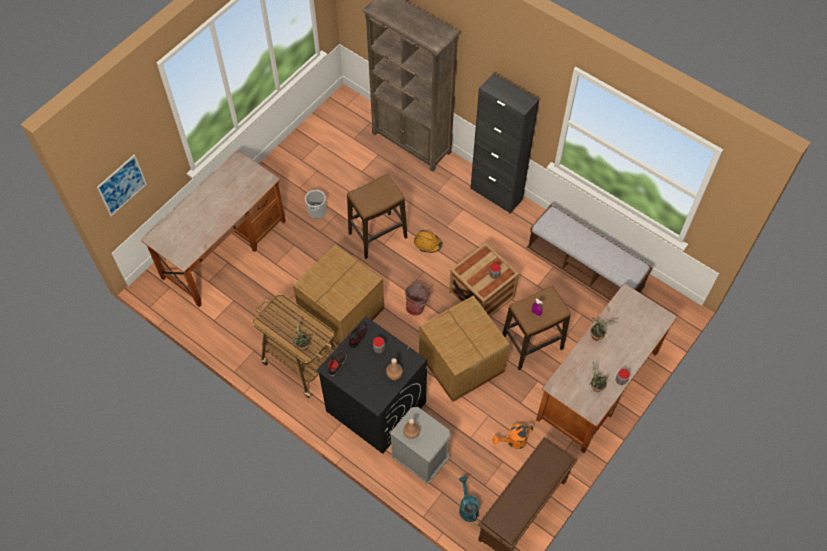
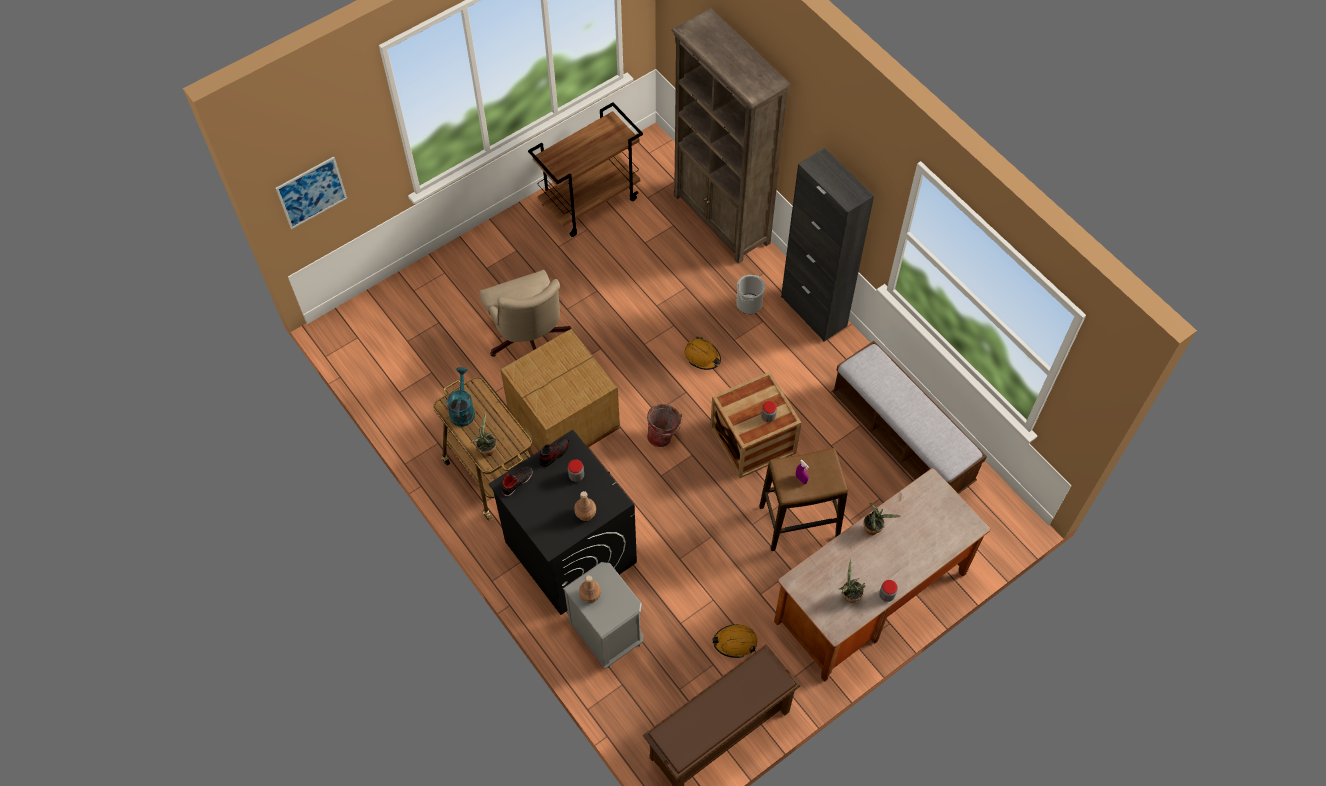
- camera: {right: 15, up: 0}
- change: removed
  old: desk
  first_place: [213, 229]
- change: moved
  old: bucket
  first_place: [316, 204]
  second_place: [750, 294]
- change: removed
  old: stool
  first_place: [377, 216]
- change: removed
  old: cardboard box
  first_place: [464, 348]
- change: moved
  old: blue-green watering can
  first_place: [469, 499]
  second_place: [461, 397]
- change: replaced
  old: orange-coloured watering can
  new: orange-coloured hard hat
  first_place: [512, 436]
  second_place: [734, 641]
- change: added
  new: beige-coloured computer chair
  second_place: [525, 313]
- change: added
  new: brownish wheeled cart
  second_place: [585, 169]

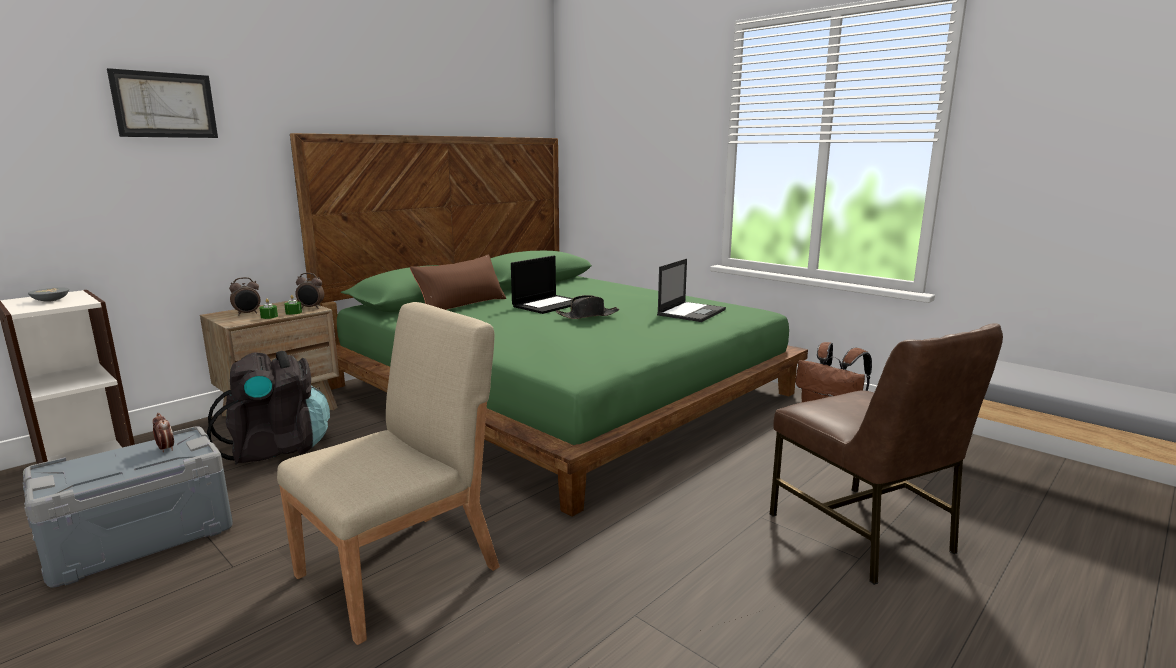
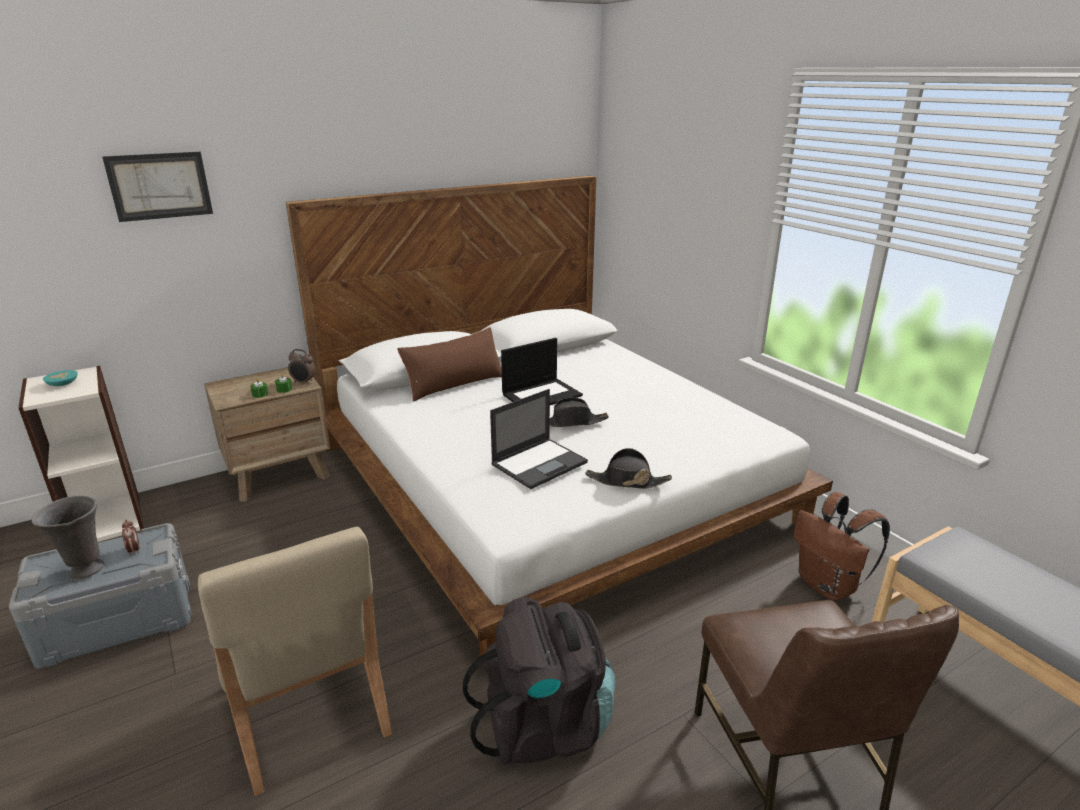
- camera: {right: 15, up: 10}
- change: recoloured
  old: greyish serving bowl
  new: blue-green serving bowl
  first_place: [48, 294]
  second_place: [60, 378]
- change: moved
  old: black-coloured rucksack
  first_place: [268, 408]
  second_place: [539, 681]
- change: removed
  old: alarm clock
  first_place: [244, 296]
- change: turned
  old: beige-coloured plain chair
  first_place: [388, 473]
  second_place: [295, 661]
  degrees: 90
- change: recoloured
  old: green sleeping bed
  new: white sleeping bed
  first_place: [549, 325]
  second_place: [559, 421]
- change: moved
  old: laptop
  first_place: [691, 290]
  second_place: [539, 439]
- change: added
  new: greyish vase
  second_place: [67, 537]
- change: added
  new: black-coloured wearable hat
  second_place: [629, 468]

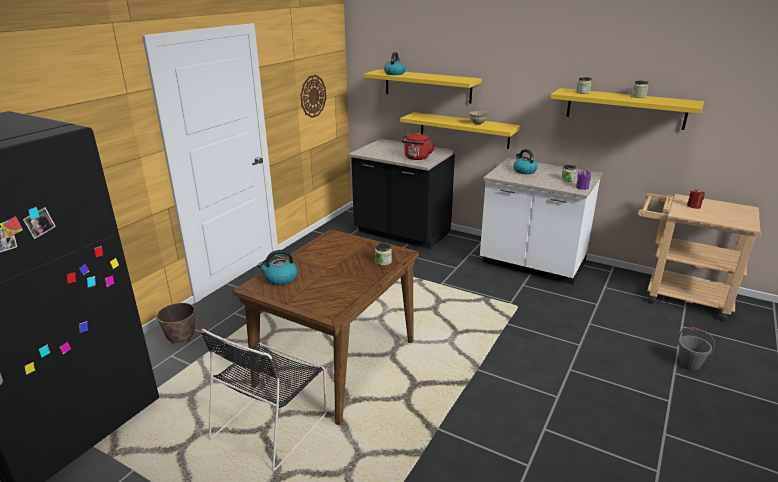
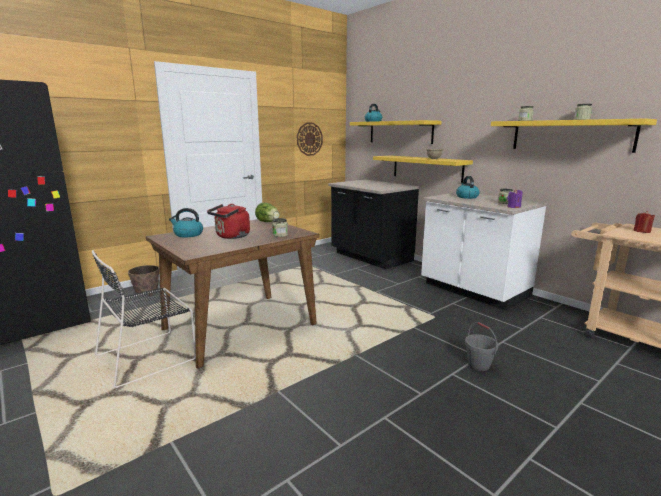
- camera: {right: 20, up: -10}
- change: moved
  old: red tea kettle
  first_place: [418, 146]
  second_place: [228, 221]
- change: moved
  old: greyish bucket
  first_place: [696, 349]
  second_place: [481, 346]
- change: added
  new: head of lettuce
  second_place: [267, 212]

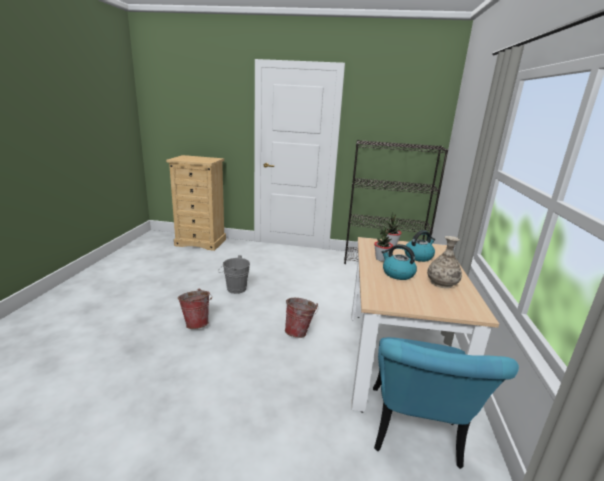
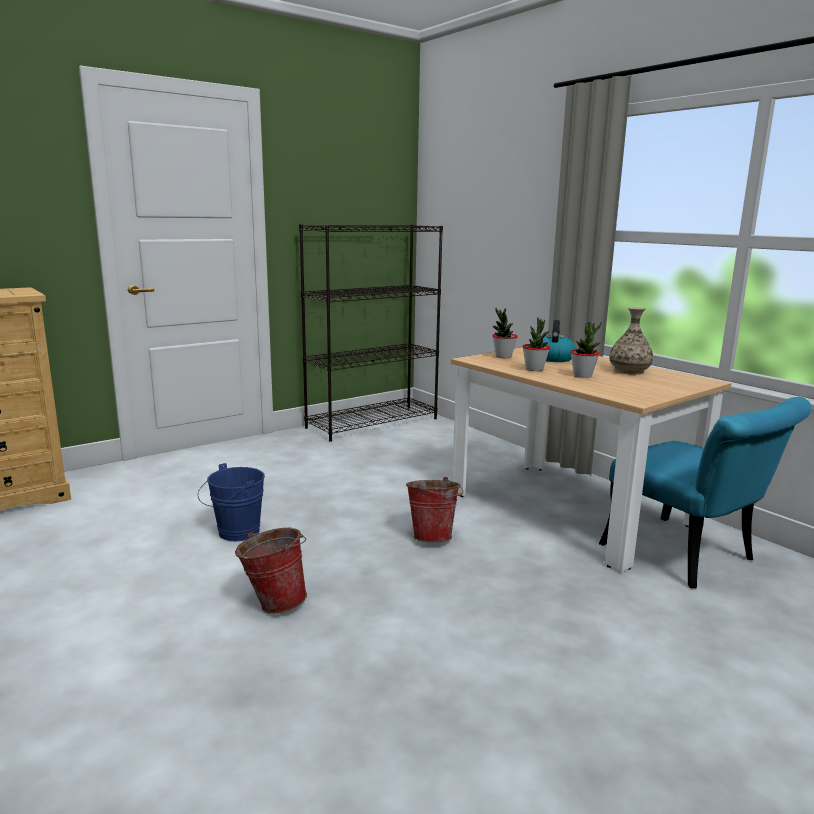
- camera: {right: -45, up: -5}
- change: recoloured
  old: greyish bucket
  new: blue-coloured bucket
  first_place: [234, 274]
  second_place: [231, 502]
- change: replaced
  old: tea kettle
  new: houseplant
  first_place: [399, 262]
  second_place: [586, 350]

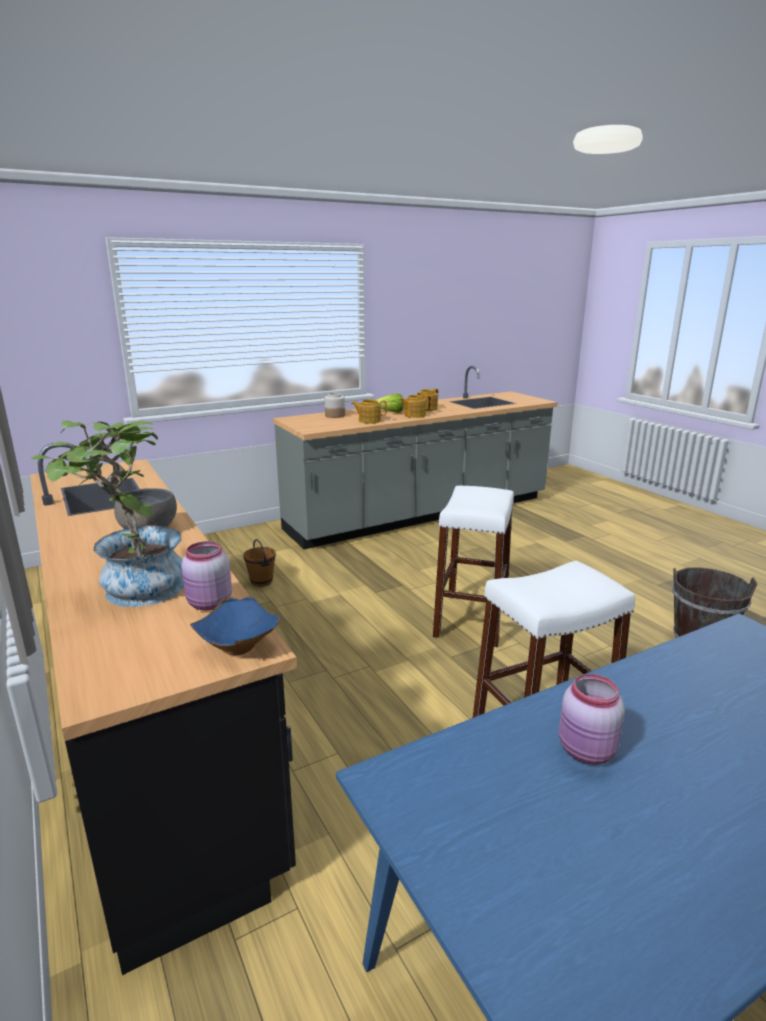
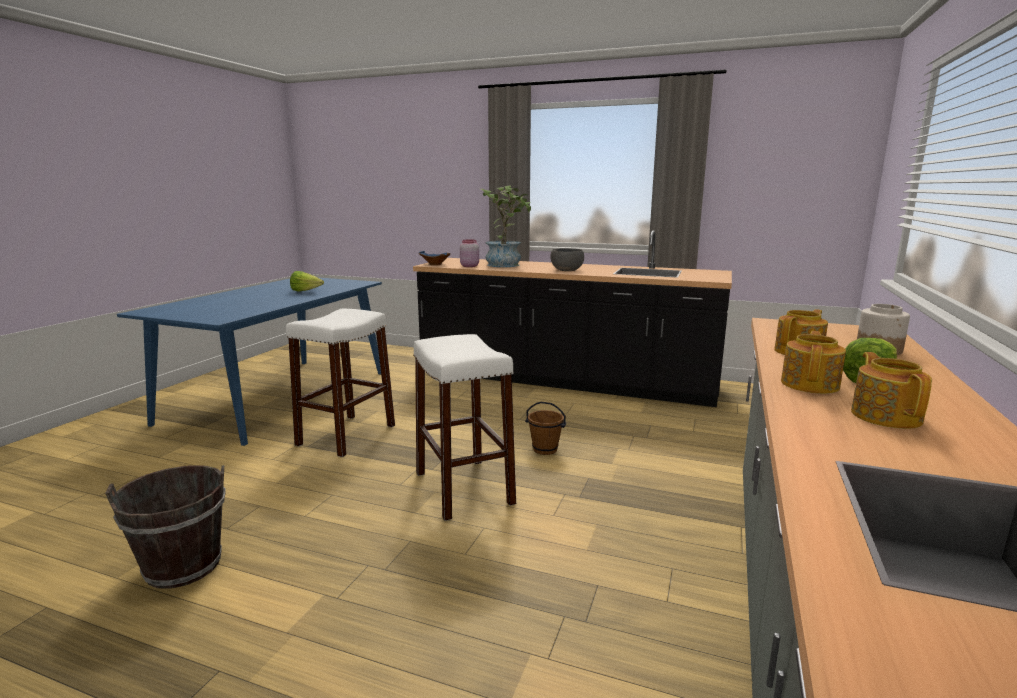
- camera: {right: 140, up: -5}
- change: moved
  old: brownish bucket
  first_place: [259, 563]
  second_place: [545, 428]
- change: replaced
  old: pink storage jar
  new: head of lettuce
  first_place: [592, 719]
  second_place: [307, 281]

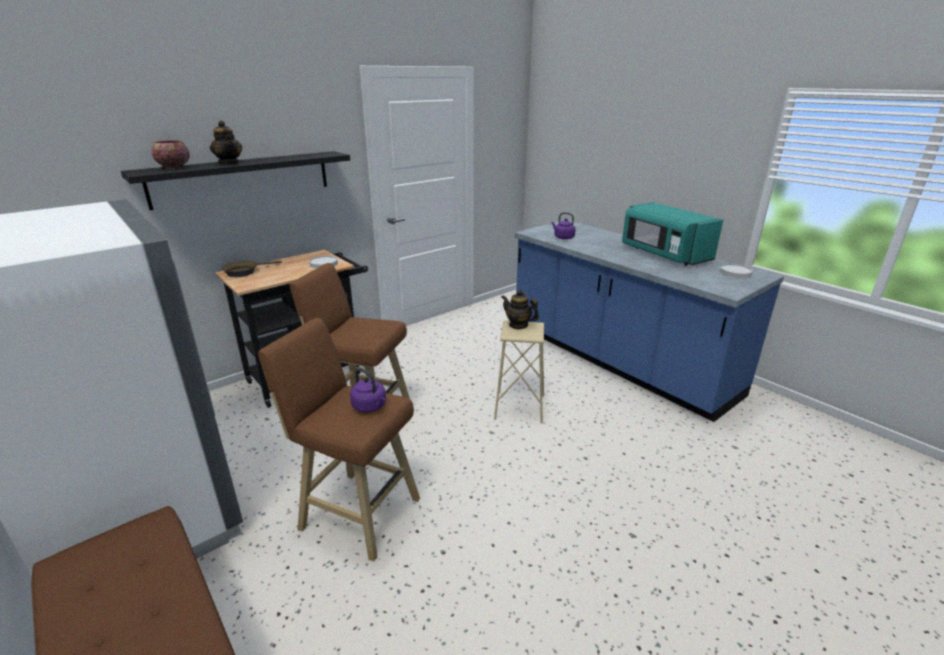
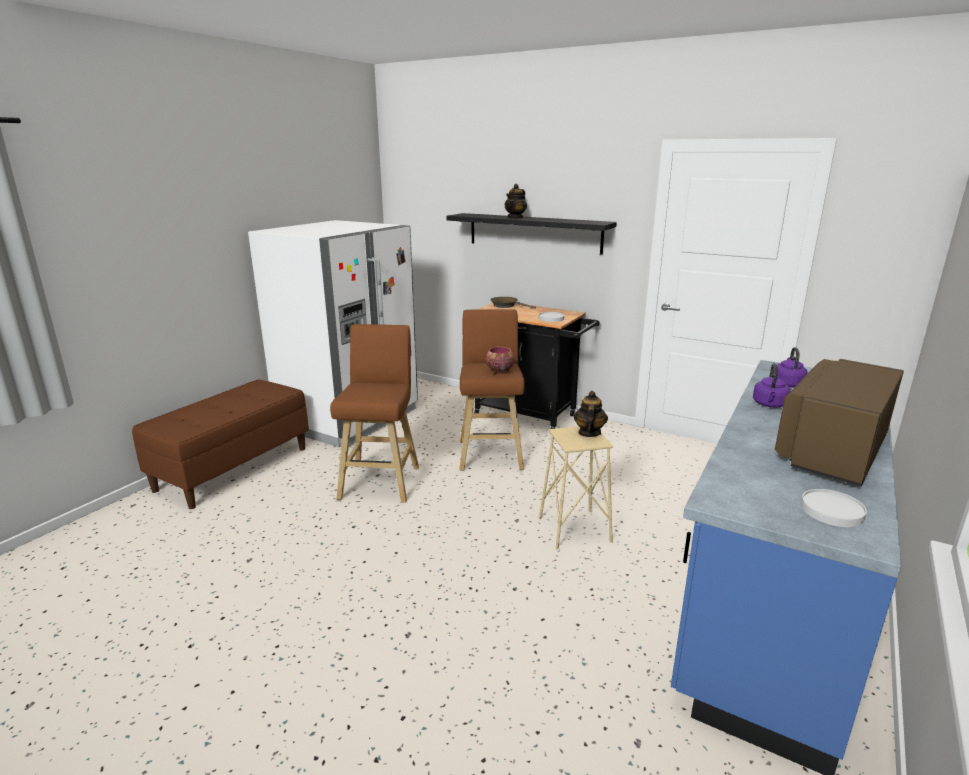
- camera: {right: 70, up: -5}
- change: moved
  old: serving bowl
  first_place: [171, 155]
  second_place: [500, 360]
- change: moved
  old: purple-coloured tea kettle
  first_place: [368, 390]
  second_place: [772, 386]
- change: recoloured
  old: blue-green microwave oven
  new: brownish microwave oven
  first_place: [672, 233]
  second_place: [839, 422]

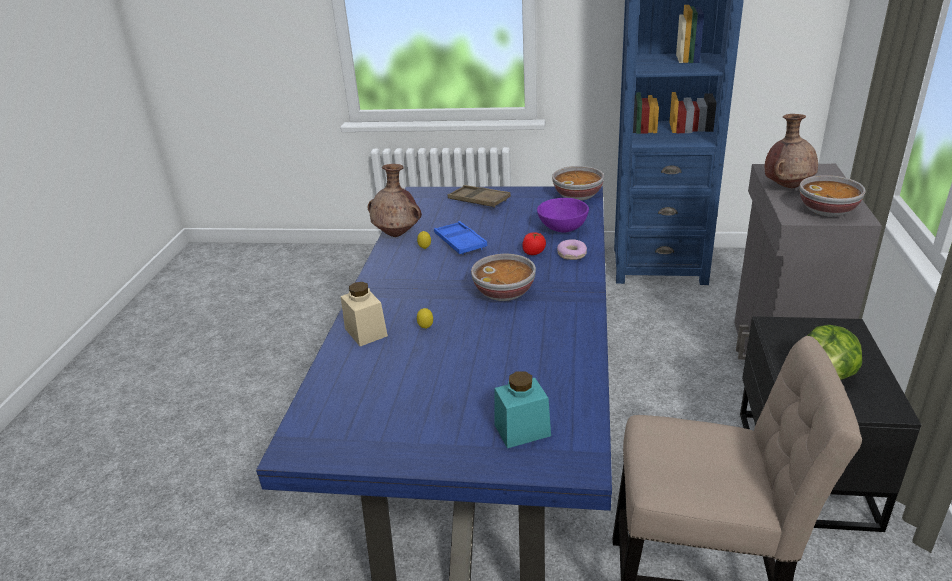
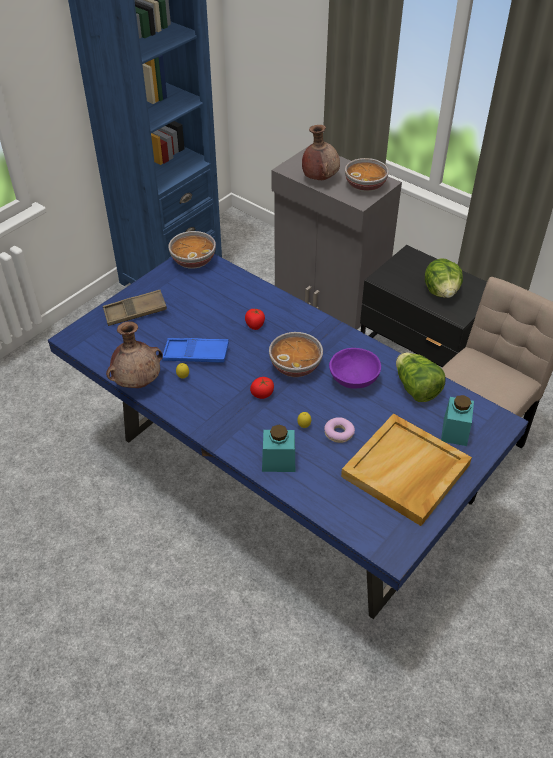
- camera: {right: -60, up: 15}
- change: recoloured
  old: beige-coloured storage jar
  new: blue-green storage jar
  first_place: [364, 314]
  second_place: [278, 448]
- change: moved
  old: purple-coloured serving bowl
  first_place: [563, 215]
  second_place: [355, 368]
- change: moved
  old: ring doughnut
  first_place: [572, 249]
  second_place: [339, 430]
- change: added
  new: whole tomato
  second_place: [262, 388]
- change: added
  new: beige-coloured serving tray
  second_place: [406, 470]
- change: added
  new: head of lettuce
  second_place: [421, 377]

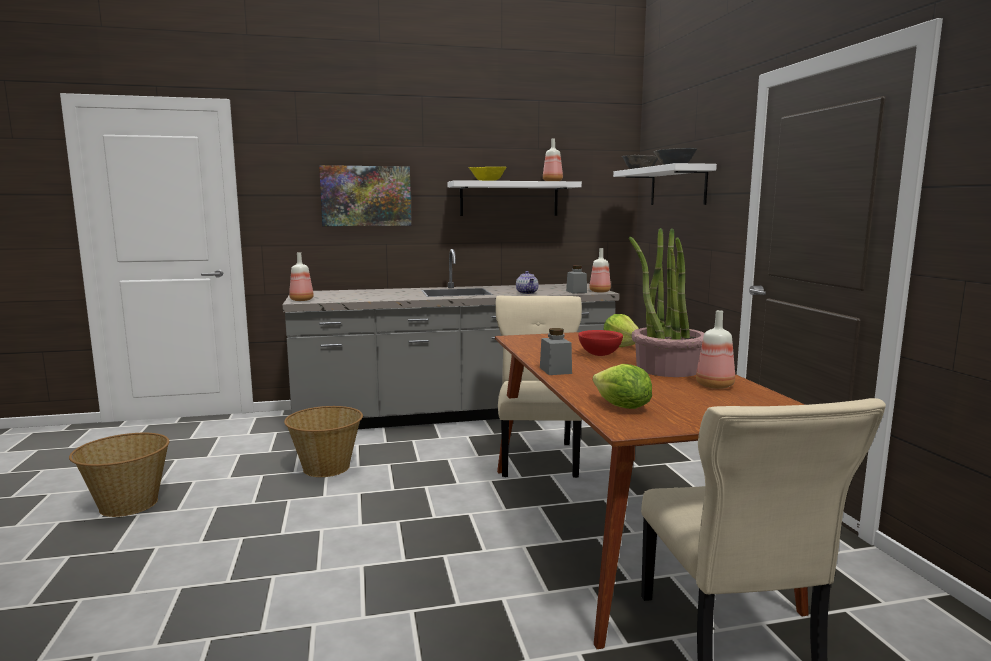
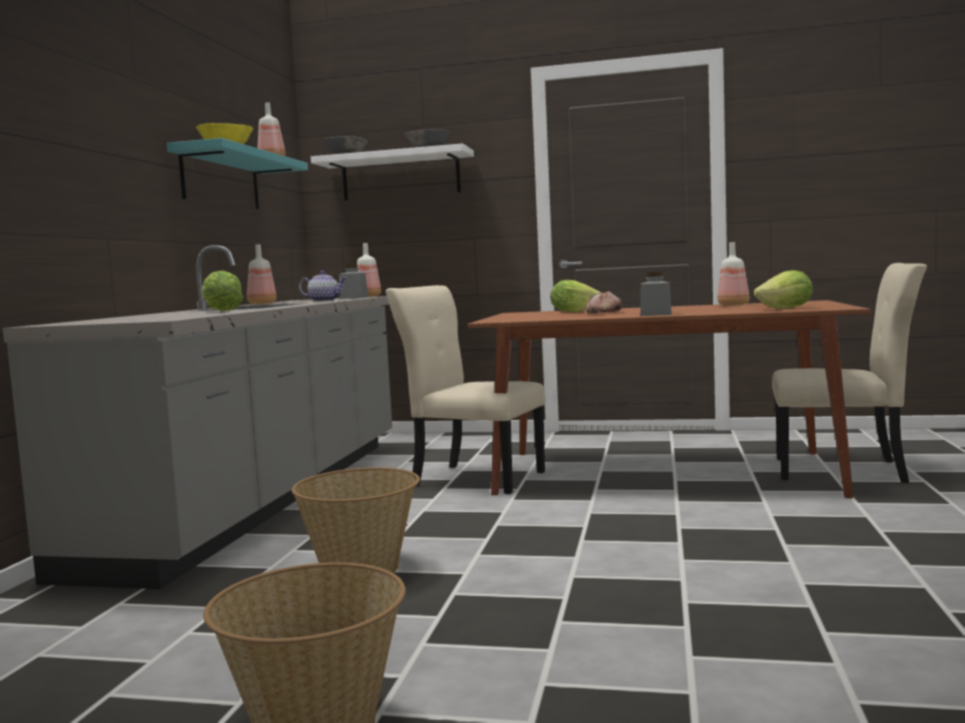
- camera: {right: -65, up: -5}
- change: moved
  old: bottle
  first_place: [301, 276]
  second_place: [262, 274]
- change: removed
  old: picture
  first_place: [365, 195]
- change: recoloured
  old: white bracket shelf
  new: blue-green bracket shelf
  first_place: [514, 198]
  second_place: [237, 173]
- change: replaced
  old: red serving bowl
  new: bakery bread
  first_place: [600, 343]
  second_place: [604, 302]
- change: removed
  old: houseplant
  first_place: [667, 302]
- change: added
  new: head of lettuce
  second_place: [222, 290]

